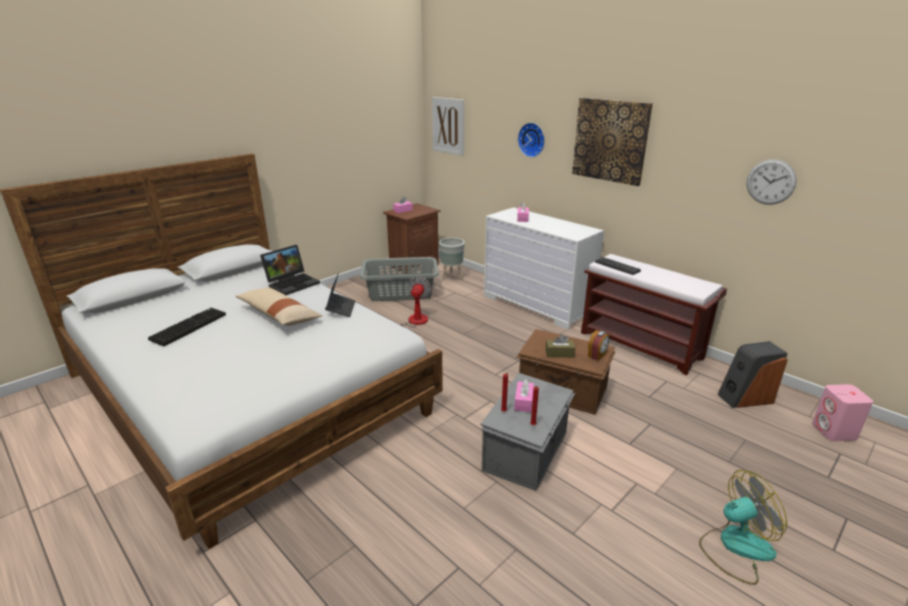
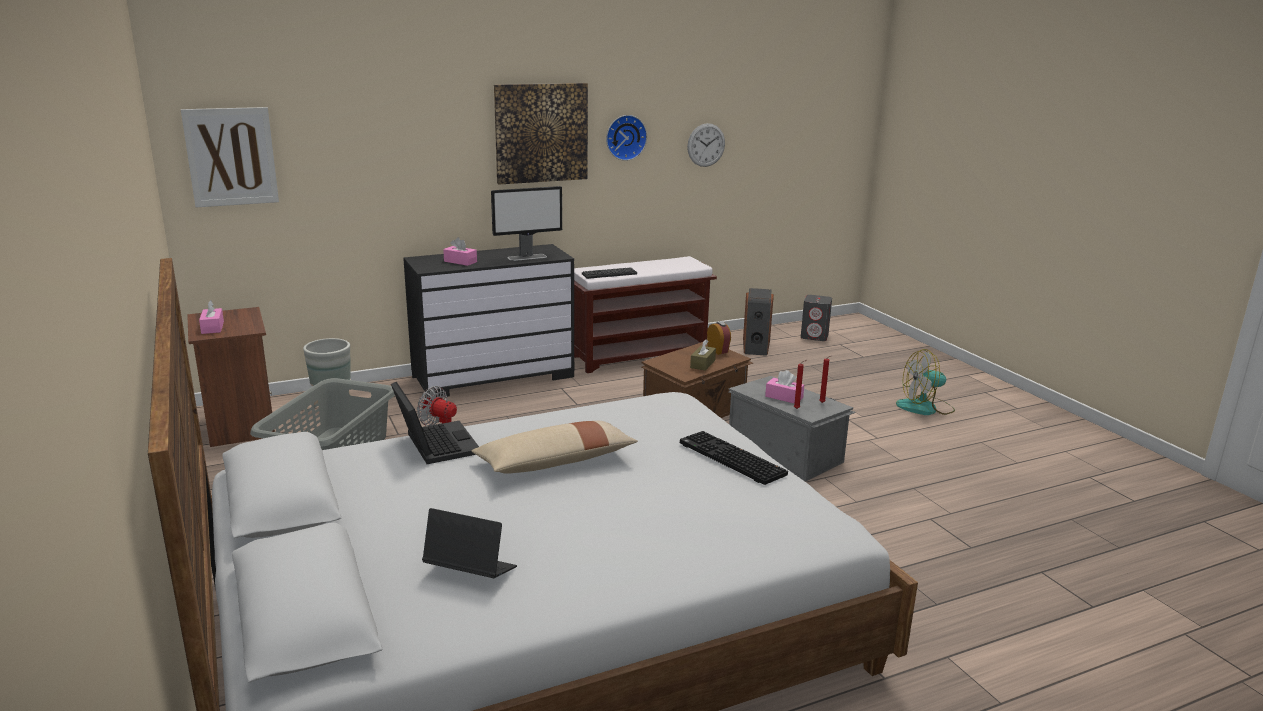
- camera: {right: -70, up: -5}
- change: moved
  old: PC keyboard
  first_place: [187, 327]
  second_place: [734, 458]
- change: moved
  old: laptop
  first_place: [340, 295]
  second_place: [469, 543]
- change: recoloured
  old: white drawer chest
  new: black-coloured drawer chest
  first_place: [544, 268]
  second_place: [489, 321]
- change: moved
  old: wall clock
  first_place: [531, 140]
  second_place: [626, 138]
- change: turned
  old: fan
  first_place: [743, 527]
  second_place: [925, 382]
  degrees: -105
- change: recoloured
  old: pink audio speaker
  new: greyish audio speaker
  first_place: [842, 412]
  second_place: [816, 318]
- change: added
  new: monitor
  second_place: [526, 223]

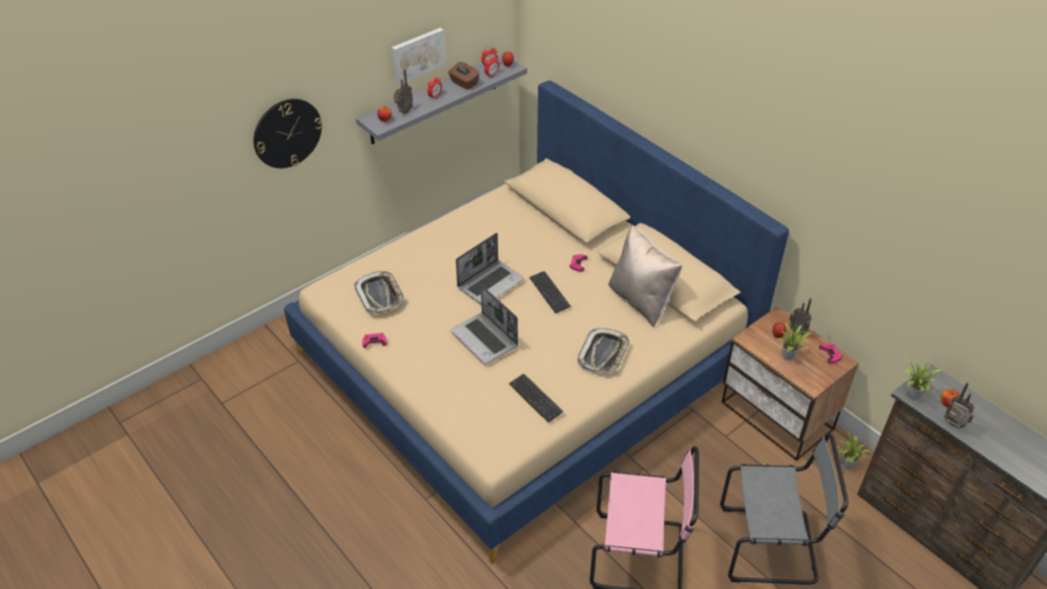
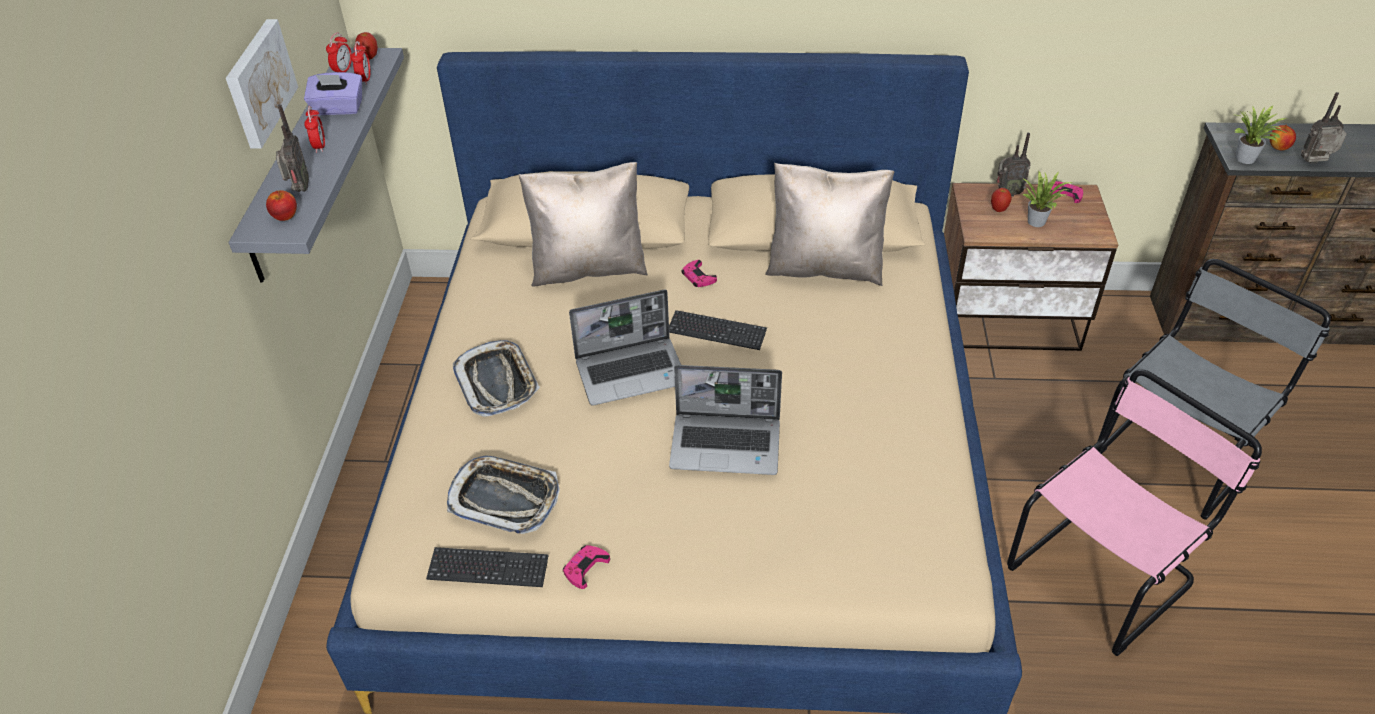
- camera: {right: -45, up: 0}
- change: removed
  old: wall clock
  first_place: [288, 133]
- change: recoloured
  old: brownish box of tissues
  new: purple-coloured box of tissues
  first_place: [464, 76]
  second_place: [333, 93]
- change: turned
  old: laptop
  first_place: [490, 268]
  second_place: [625, 348]
  degrees: 75
- change: moved
  old: PC keyboard
  first_place: [536, 398]
  second_place: [487, 567]
- change: moved
  old: serving tray
  first_place: [603, 350]
  second_place: [496, 378]
- change: removed
  old: houseplant
  first_place: [854, 449]
- change: added
  new: beige-coloured throw pillow
  second_place: [583, 224]

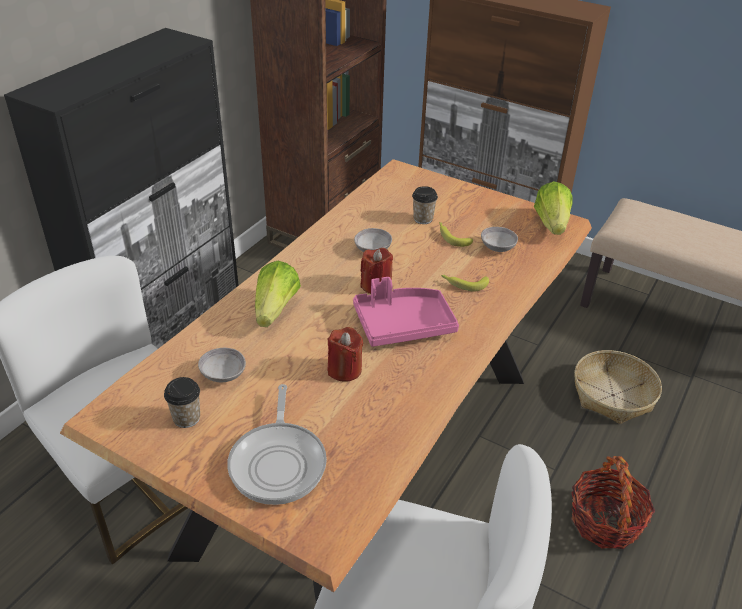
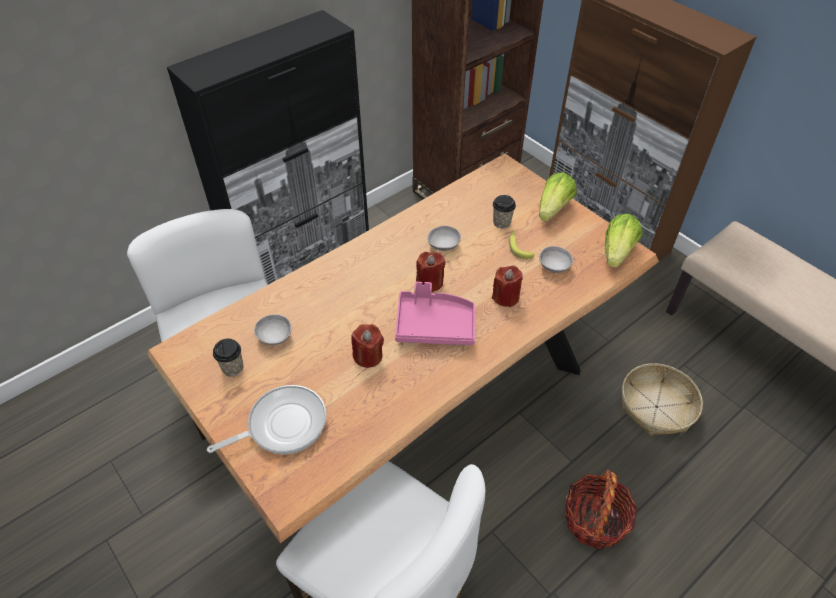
- camera: {right: 20, up: 10}
- change: turned
  old: pan
  first_place: [277, 444]
  second_place: [266, 419]
  degrees: -135
- change: moved
  old: head of lettuce
  first_place: [278, 294]
  second_place: [557, 196]
- change: replaced
  old: whole banana
  new: red candle
  first_place: [465, 283]
  second_place: [507, 286]

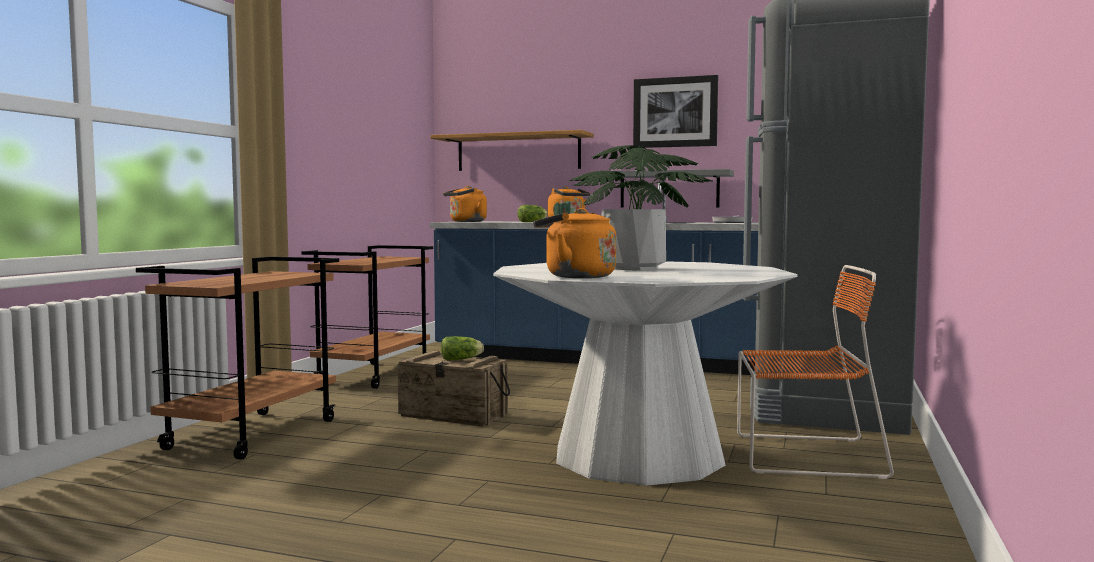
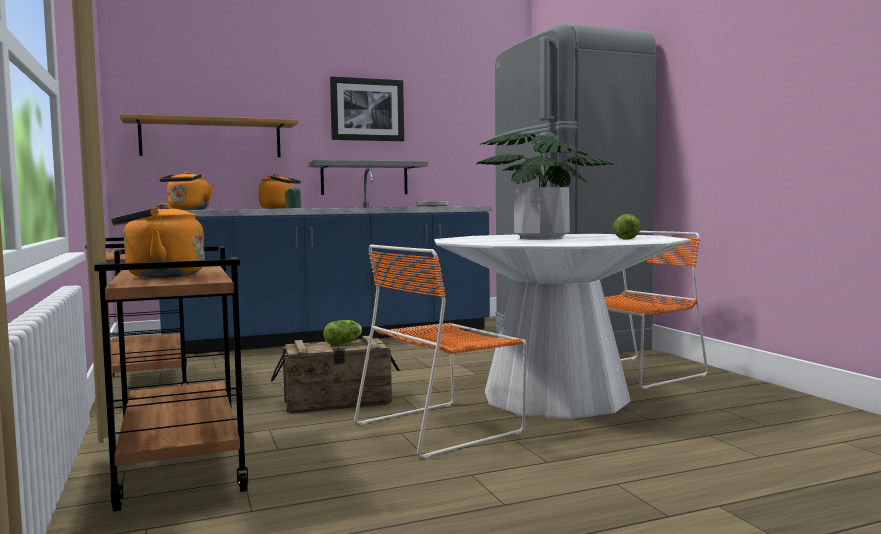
- camera: {right: -40, up: 0}
- change: moved
  old: head of lettuce
  first_place: [532, 213]
  second_place: [627, 227]
- change: moved
  old: orange-coloured tea kettle
  first_place: [574, 243]
  second_place: [158, 240]
- change: added
  new: orange-coloured plain chair
  second_place: [440, 351]

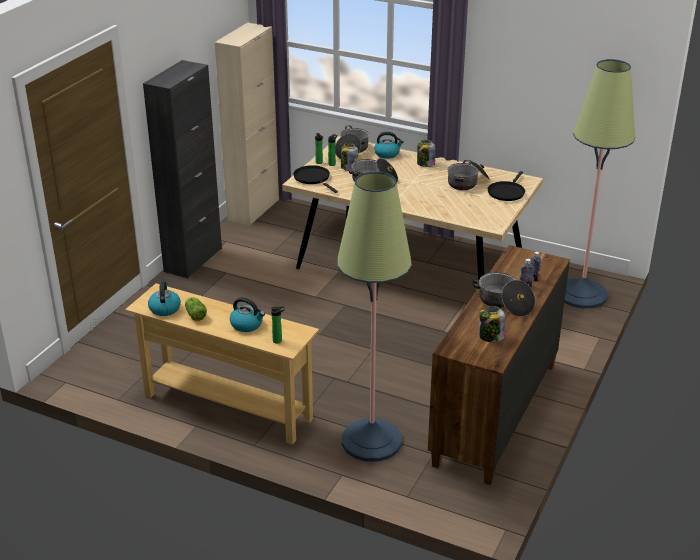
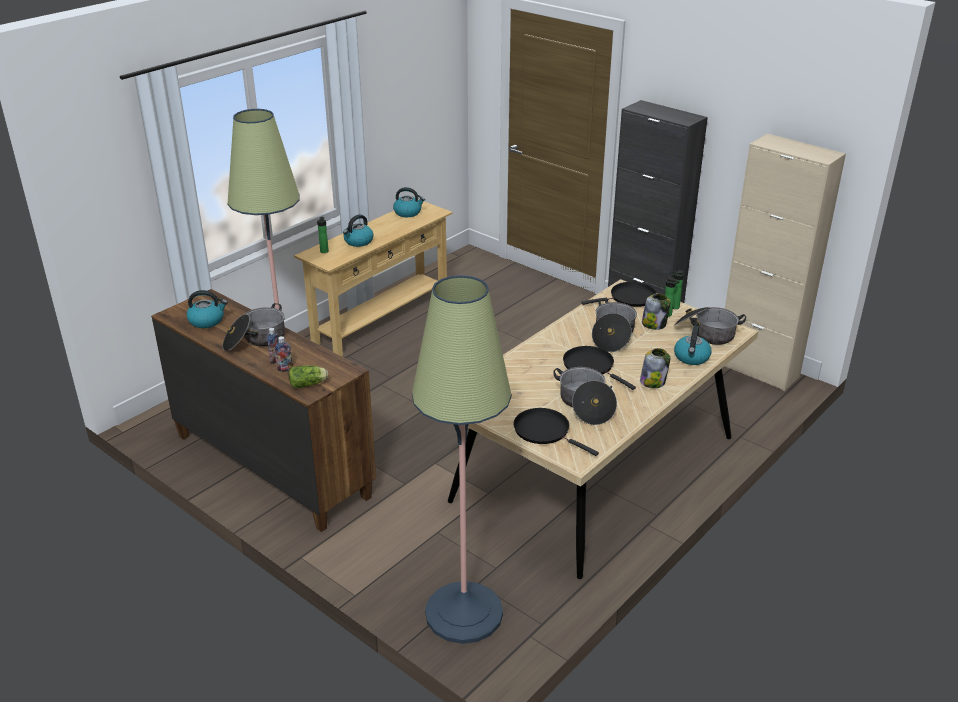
- camera: {right: 105, up: 0}
- change: moved
  old: head of lettuce
  first_place: [196, 309]
  second_place: [308, 377]
- change: replaced
  old: storage jar
  new: tea kettle
  first_place: [492, 324]
  second_place: [207, 309]
- change: added
  new: black-coloured pan
  second_place: [599, 368]

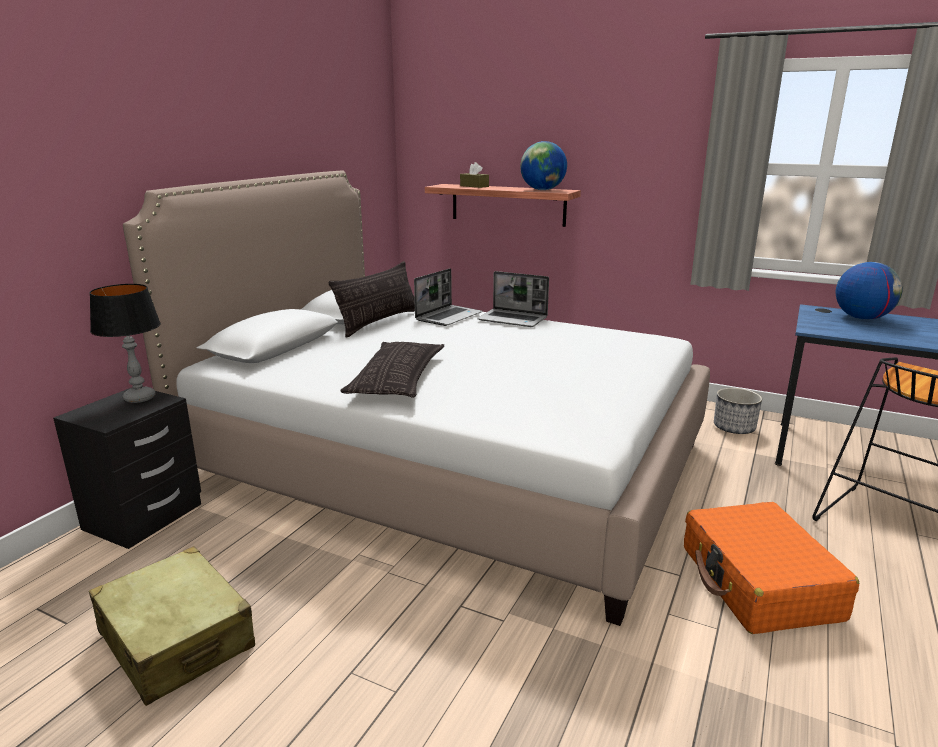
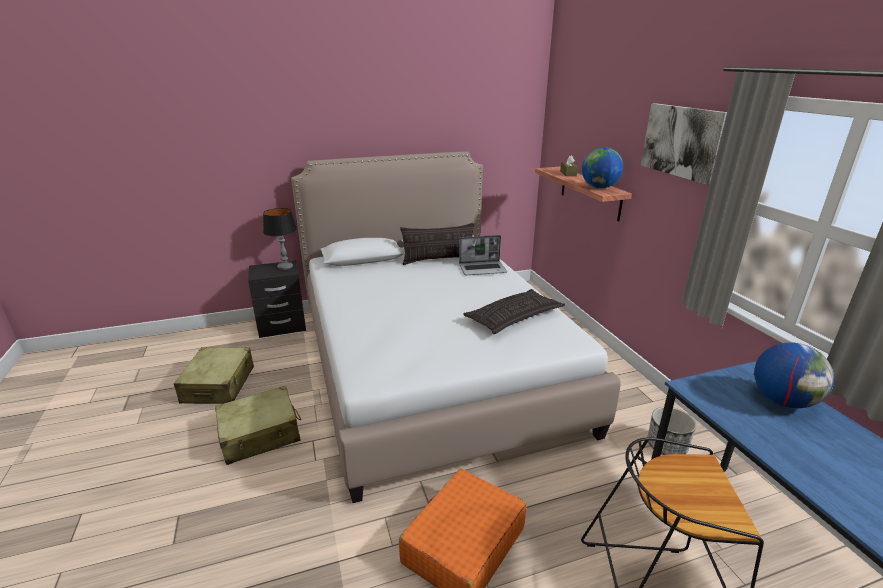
- camera: {right: 45, up: 5}
- change: moved
  old: throw pillow
  first_place: [392, 370]
  second_place: [514, 311]
- change: removed
  old: laptop
  first_place: [513, 299]
- change: added
  new: beige-coloured travel case
  second_place: [258, 425]
- change: added
  new: picture
  second_place: [684, 144]

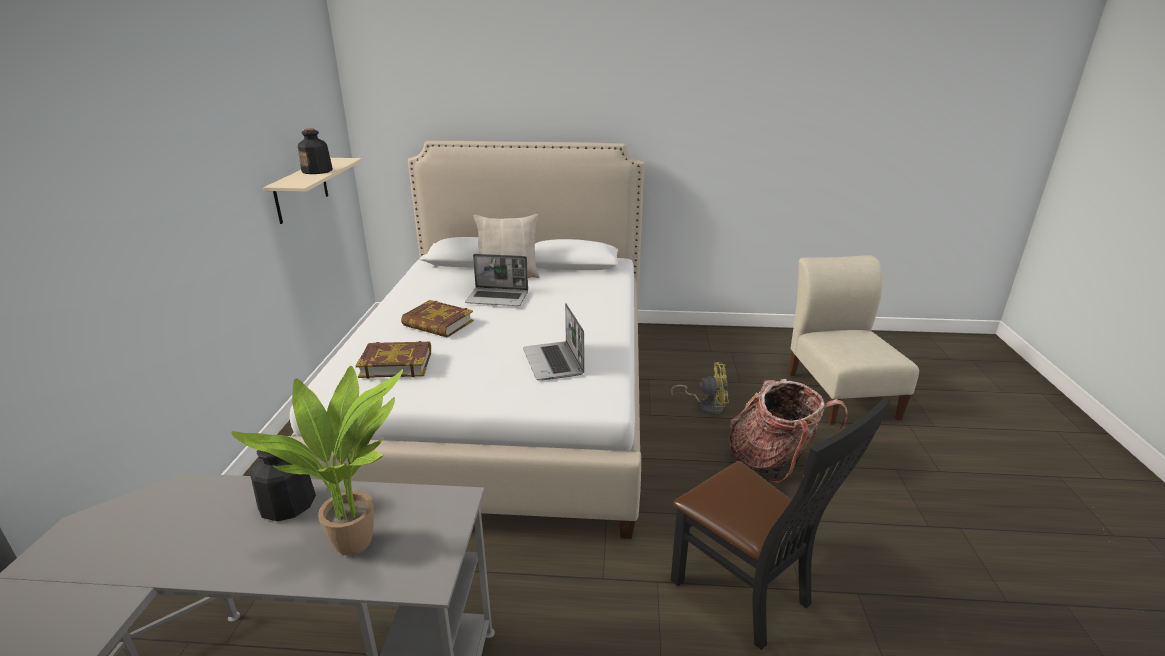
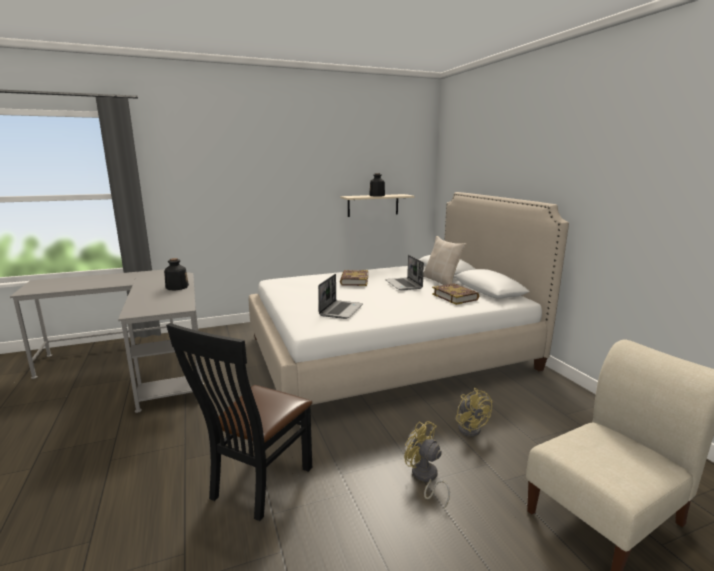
- camera: {right: 65, up: -10}
- change: removed
  old: houseplant
  first_place: [317, 461]
- change: moved
  old: bound book
  first_place: [393, 359]
  second_place: [455, 294]
- change: turned
  old: laptop
  first_place: [553, 341]
  second_place: [340, 296]
  degrees: 150
- change: replaced
  old: rucksack
  new: yellowish fan
  first_place: [788, 431]
  second_place: [427, 465]

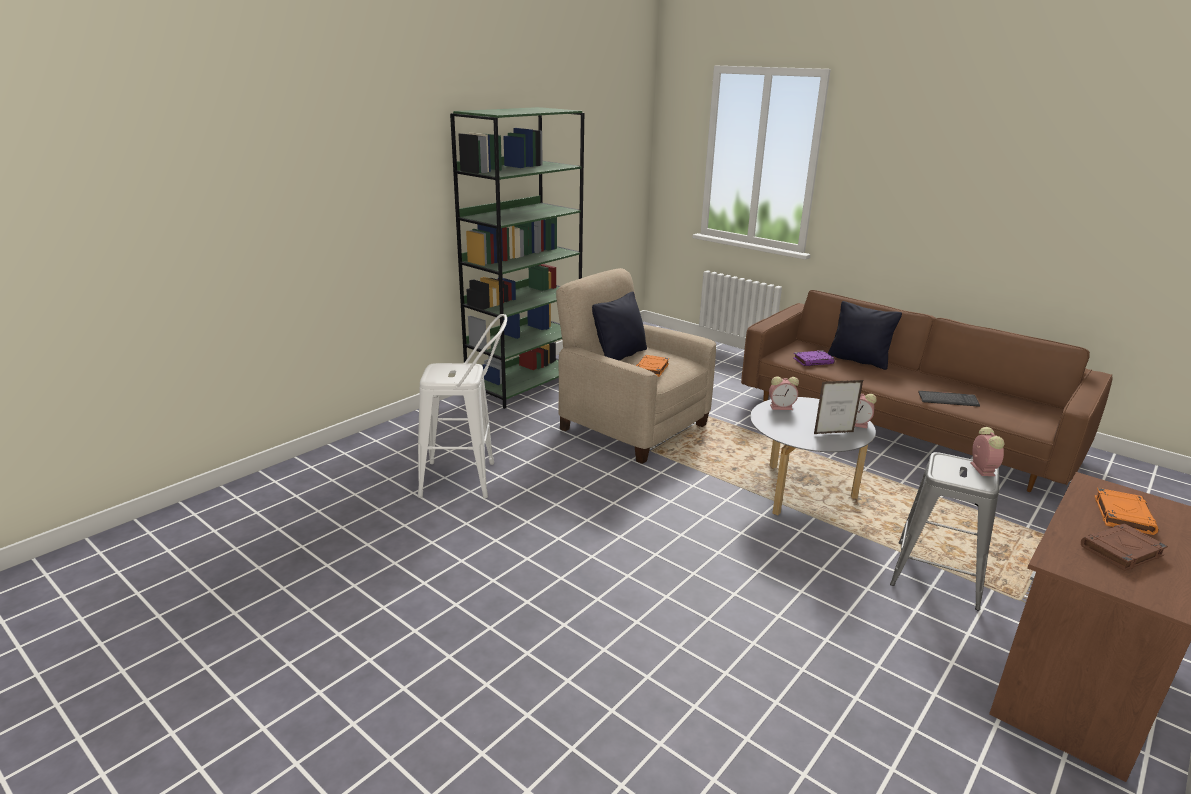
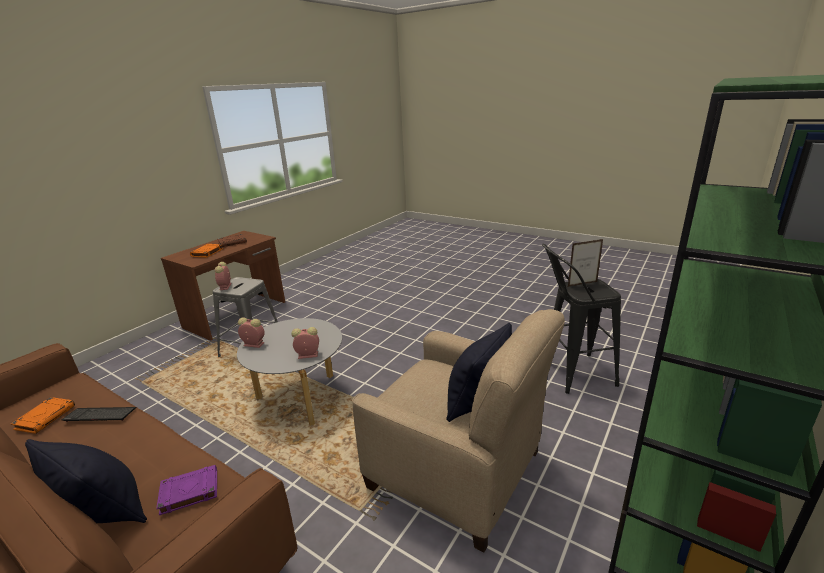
- camera: {right: 175, up: 0}
- change: recoloured
  old: white stool
  new: black-coloured stool
  first_place: [462, 406]
  second_place: [581, 318]
- change: moved
  old: orange-coloured bound book
  first_place: [652, 366]
  second_place: [43, 415]
- change: moved
  old: standing frame
  first_place: [838, 407]
  second_place: [585, 263]

